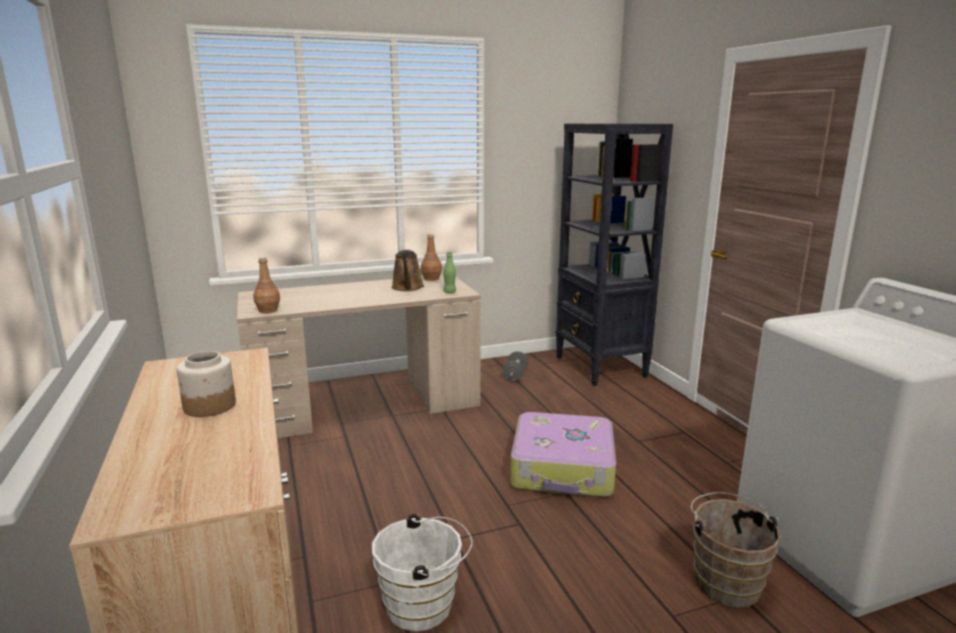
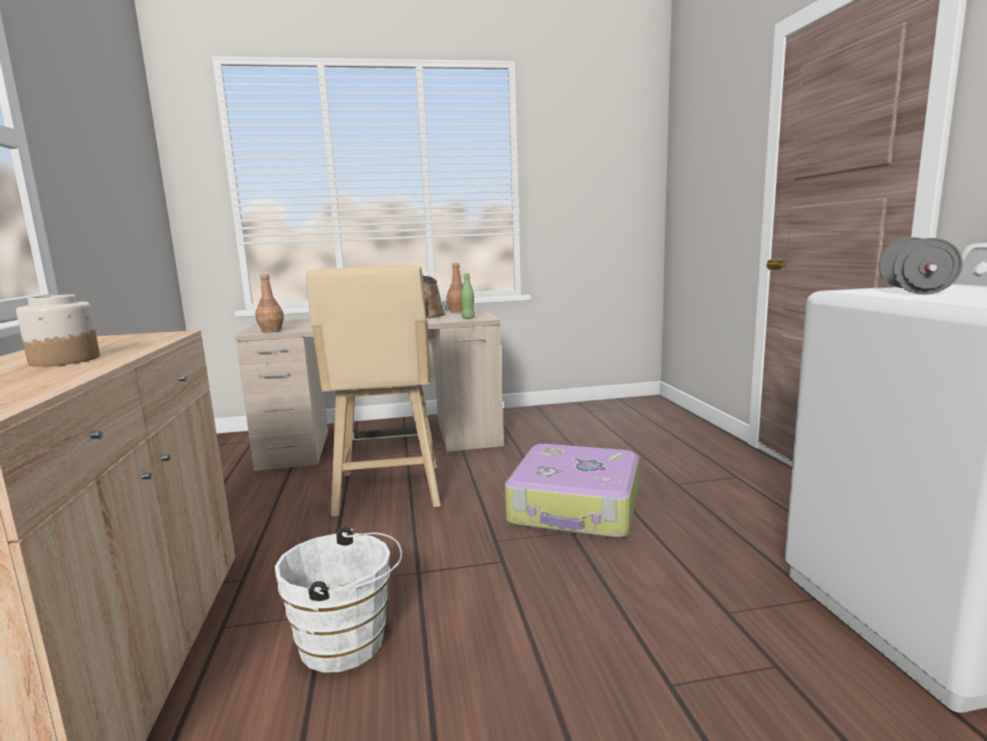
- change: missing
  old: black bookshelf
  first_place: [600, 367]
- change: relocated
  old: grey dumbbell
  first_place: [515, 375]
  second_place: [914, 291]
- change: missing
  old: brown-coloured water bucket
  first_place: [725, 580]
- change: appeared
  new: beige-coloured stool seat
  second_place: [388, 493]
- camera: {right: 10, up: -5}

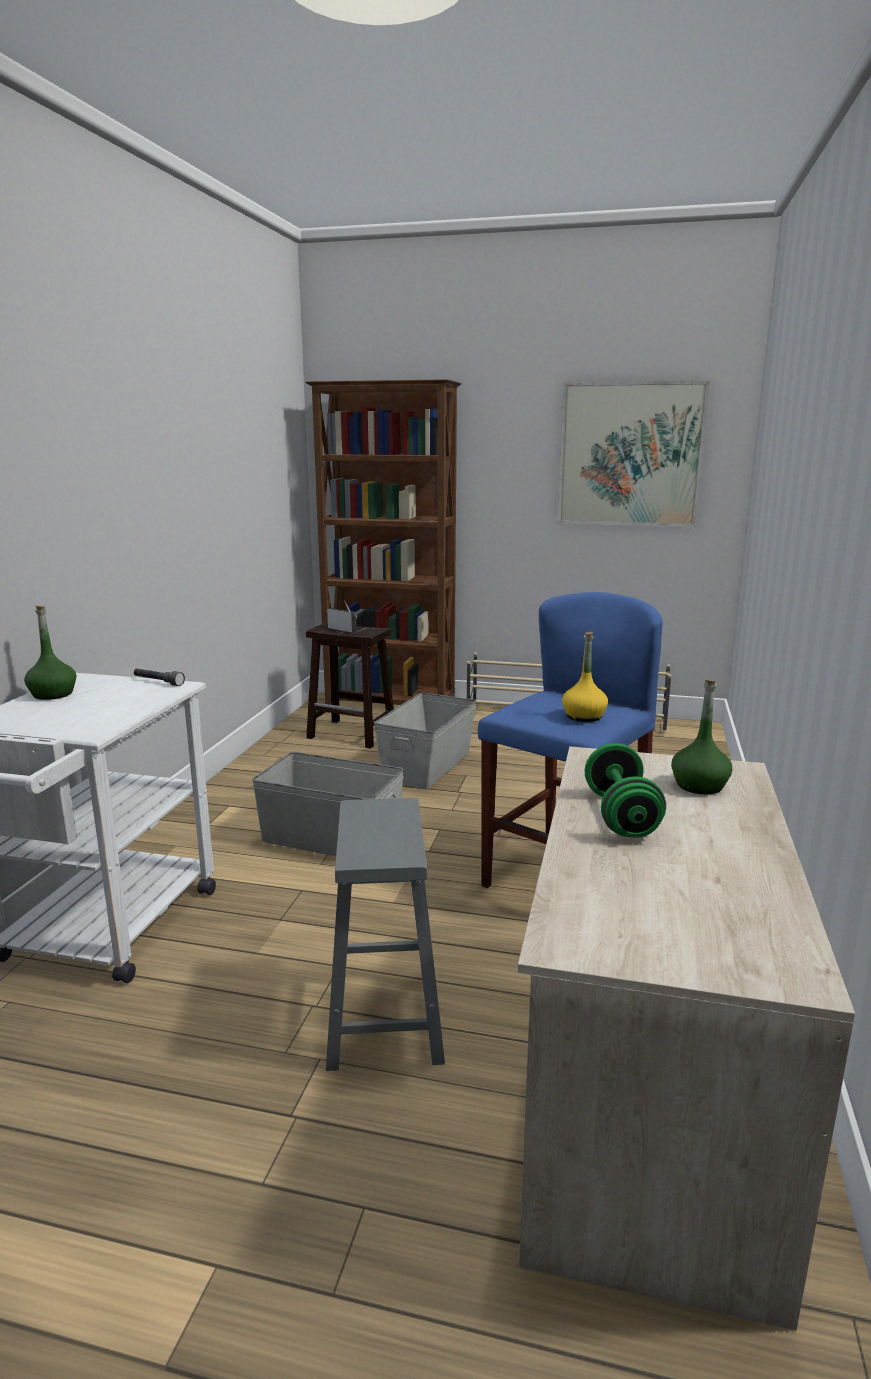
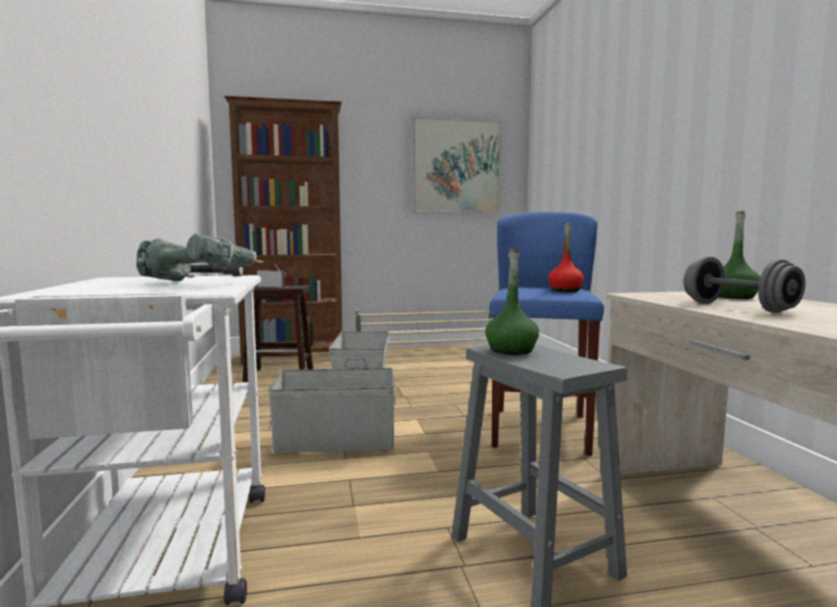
- change: relocated
  old: green bottle
  first_place: [53, 694]
  second_place: [511, 350]
- change: colour
  old: yellowish bottle
  new: red-coloured bottle
  first_place: [584, 716]
  second_place: [565, 290]
- change: colour
  old: green dumbbell
  new: grey dumbbell
  first_place: [621, 815]
  second_place: [738, 307]
- change: appeared
  new: power drill
  second_place: [201, 283]
- camera: {right: -25, up: -10}

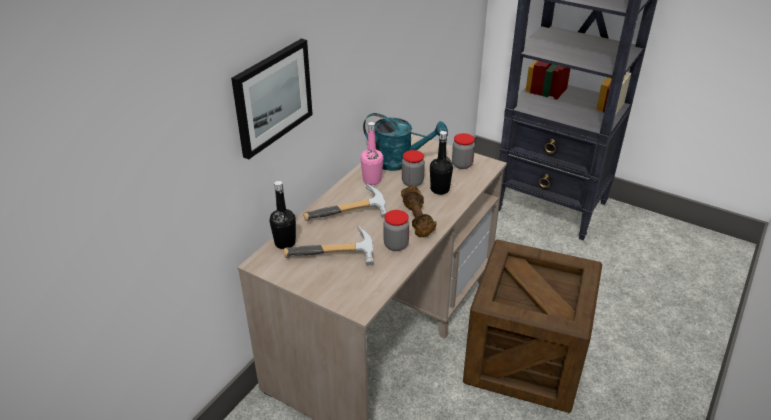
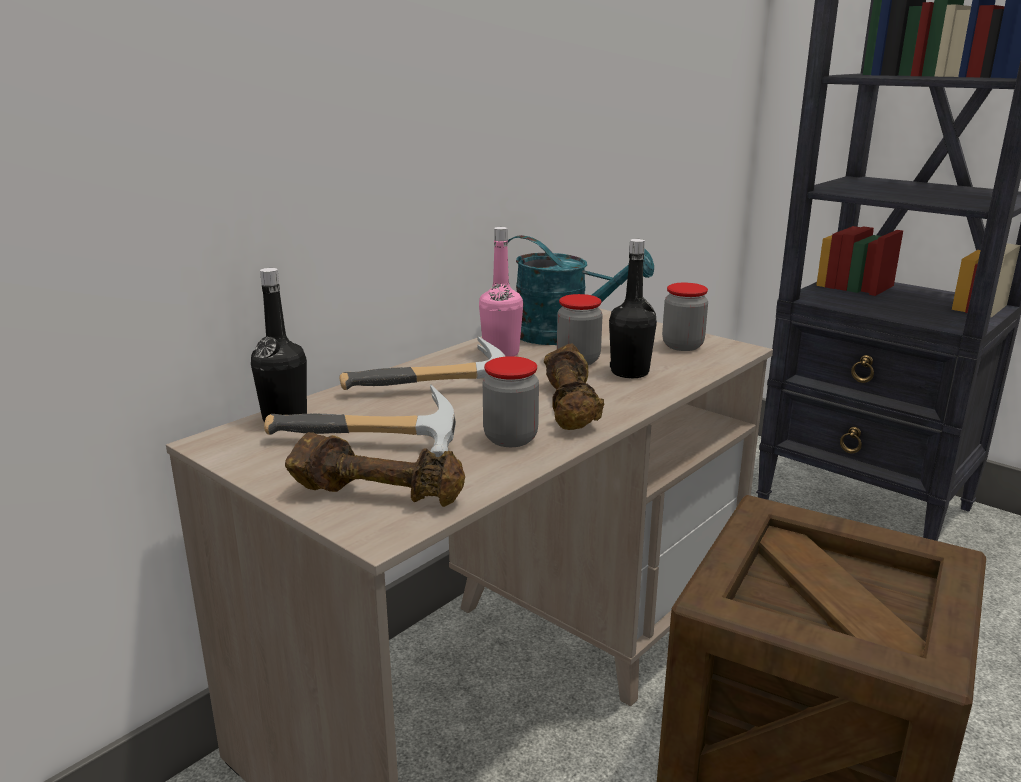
- change: missing
  old: wall picture
  first_place: [272, 97]
- change: appeared
  new: brown-coloured dumbbell
  second_place: [379, 494]
- camera: {right: 10, up: -15}

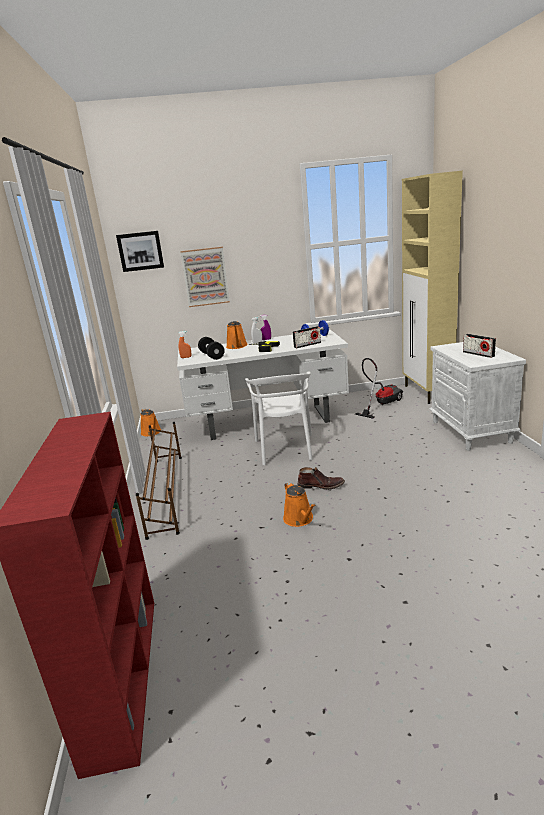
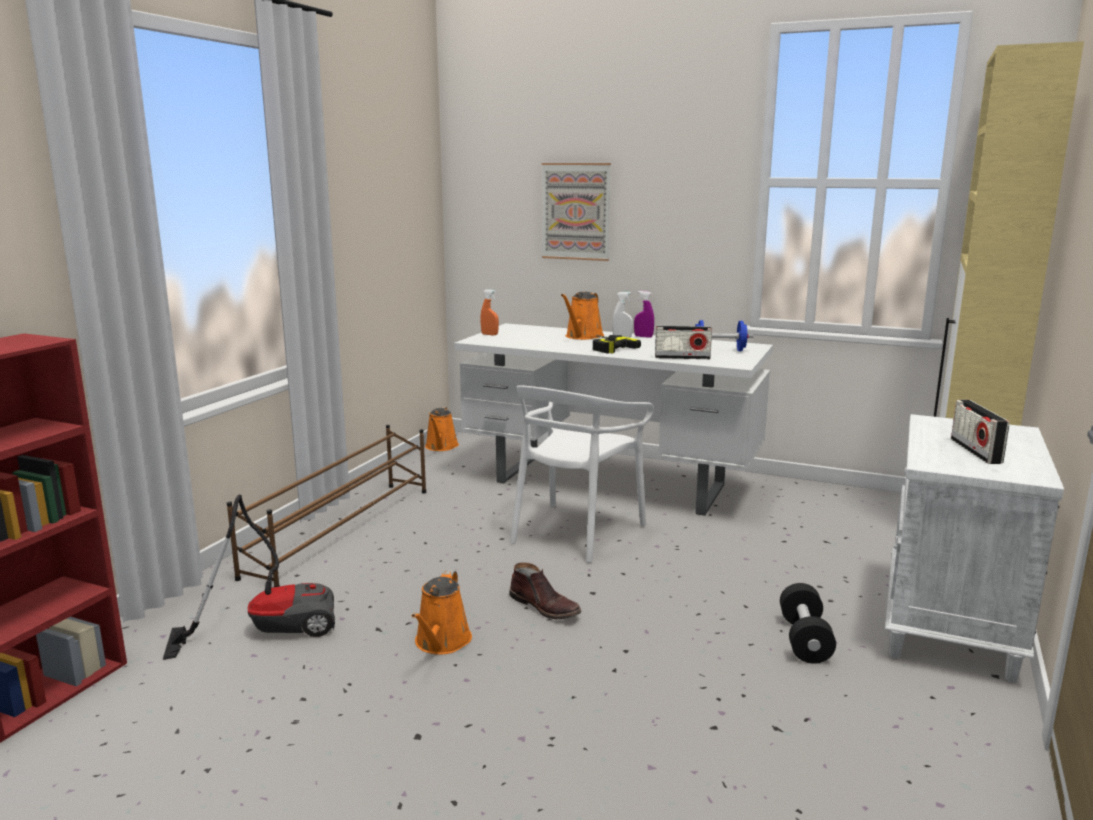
- change: missing
  old: wall picture
  first_place: [140, 251]
- change: relocated
  old: black dumbbell
  first_place: [212, 355]
  second_place: [804, 639]
- change: relocated
  old: hoover
  first_place: [381, 404]
  second_place: [270, 627]
- camera: {right: 30, up: -5}

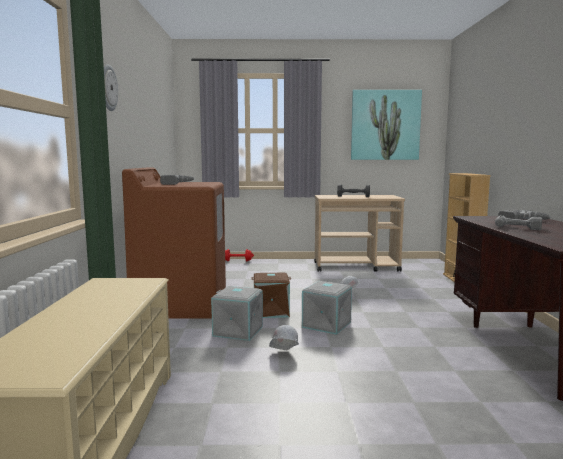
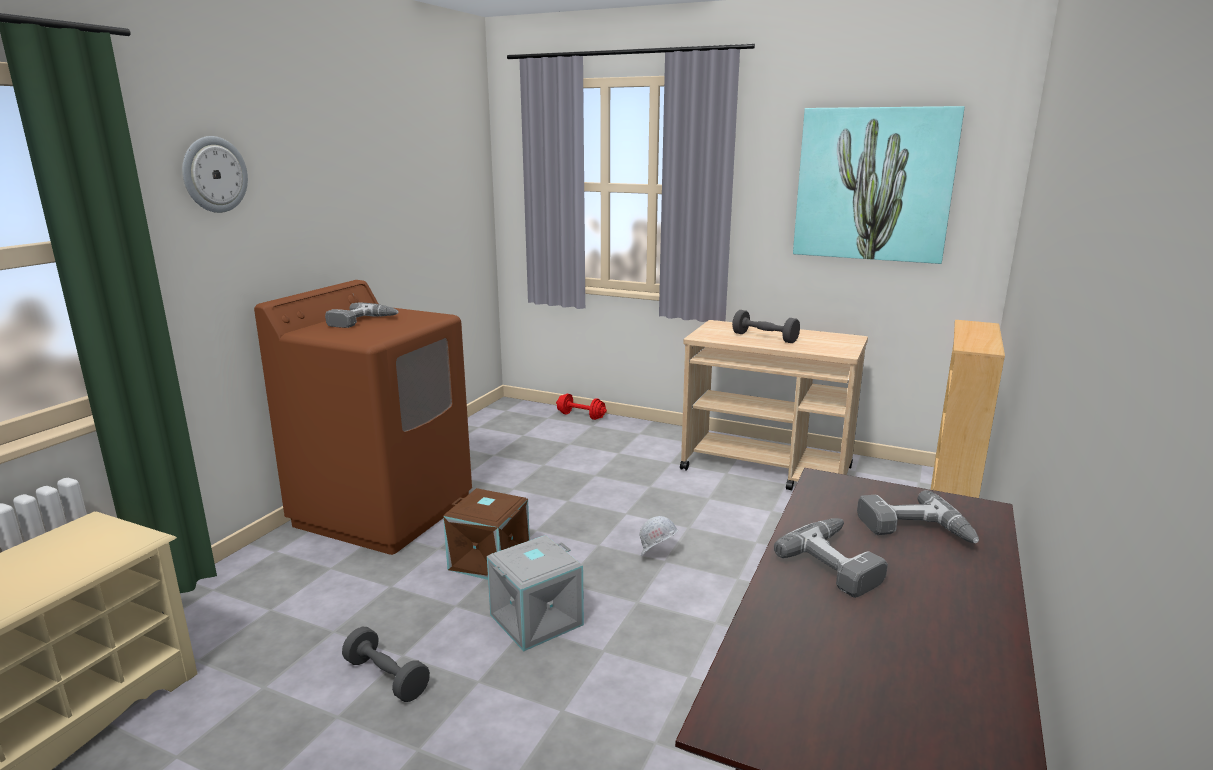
- change: missing
  old: grey storage box
  first_place: [237, 331]
- change: exchanged
  old: whitish work helmet
  new: grey dumbbell
  first_place: [283, 355]
  second_place: [386, 678]
- camera: {right: 25, up: 10}

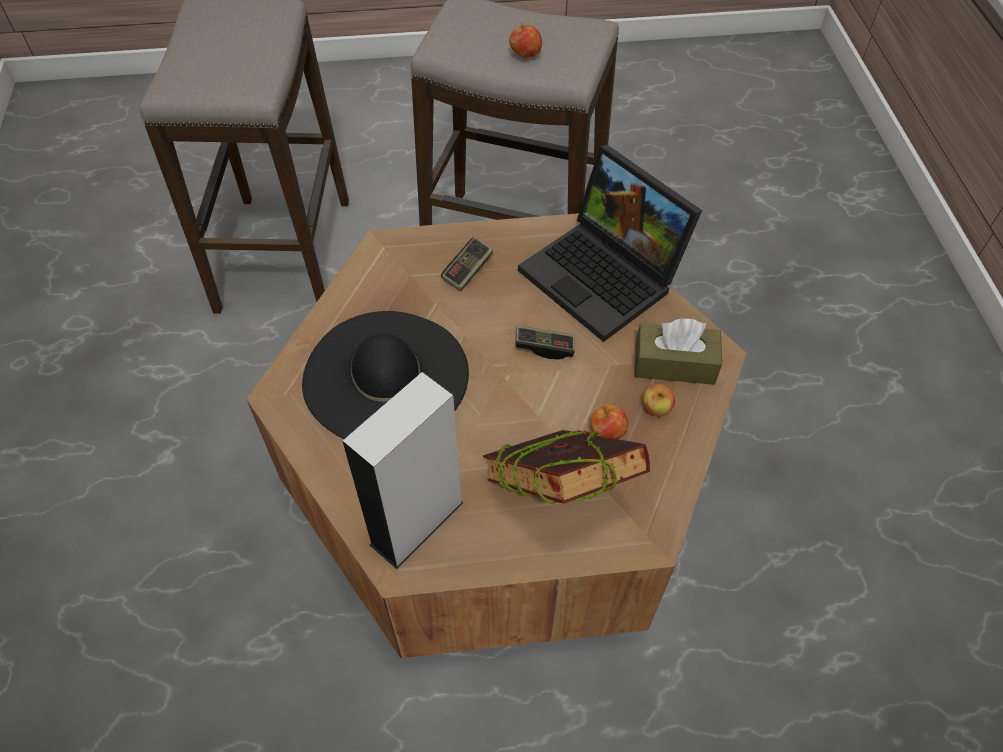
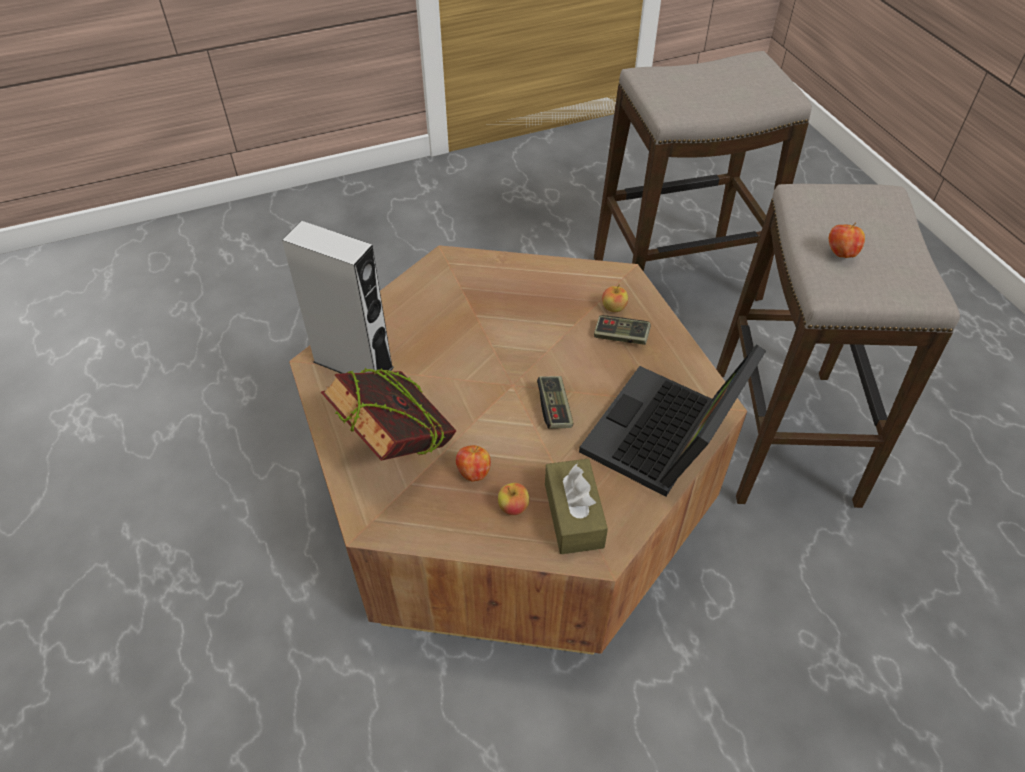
- change: missing
  old: black wearable hat
  first_place: [385, 376]
- change: appeared
  new: apple
  second_place: [613, 308]
- camera: {right: 75, up: -5}

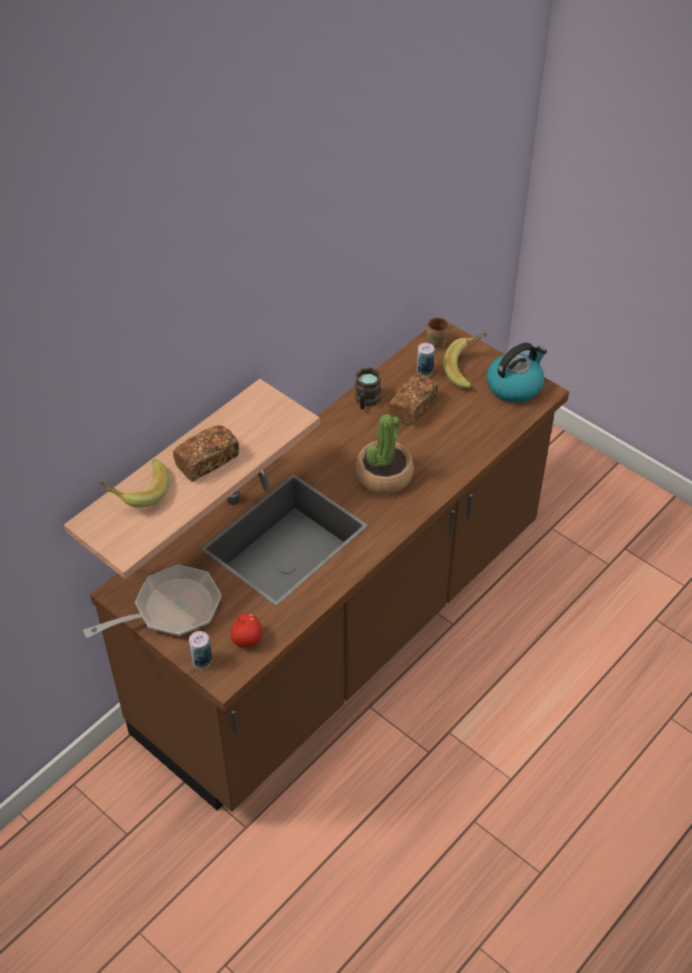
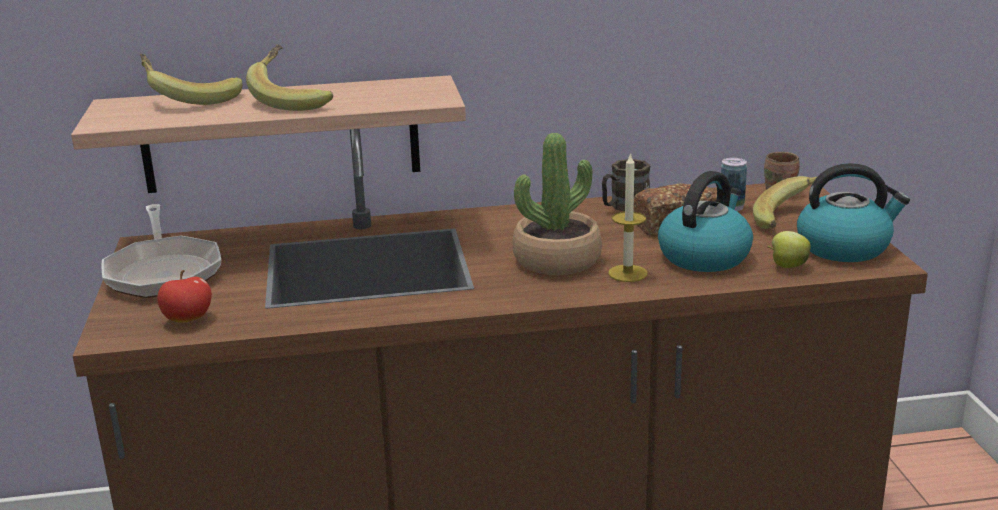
- change: exchanged
  old: bakery bread
  new: whole banana
  first_place: [207, 461]
  second_place: [294, 100]
- change: spun
  old: frying pan
  first_place: [171, 610]
  second_place: [163, 271]
  degrees: 60
- change: missing
  old: can
  first_place: [202, 661]
- change: appeared
  new: wax candle
  second_place: [627, 273]
- change: appeared
  new: water kettle
  second_place: [704, 256]
- change: appeared
  new: apple
  second_place: [787, 266]
- camera: {right: 40, up: -25}

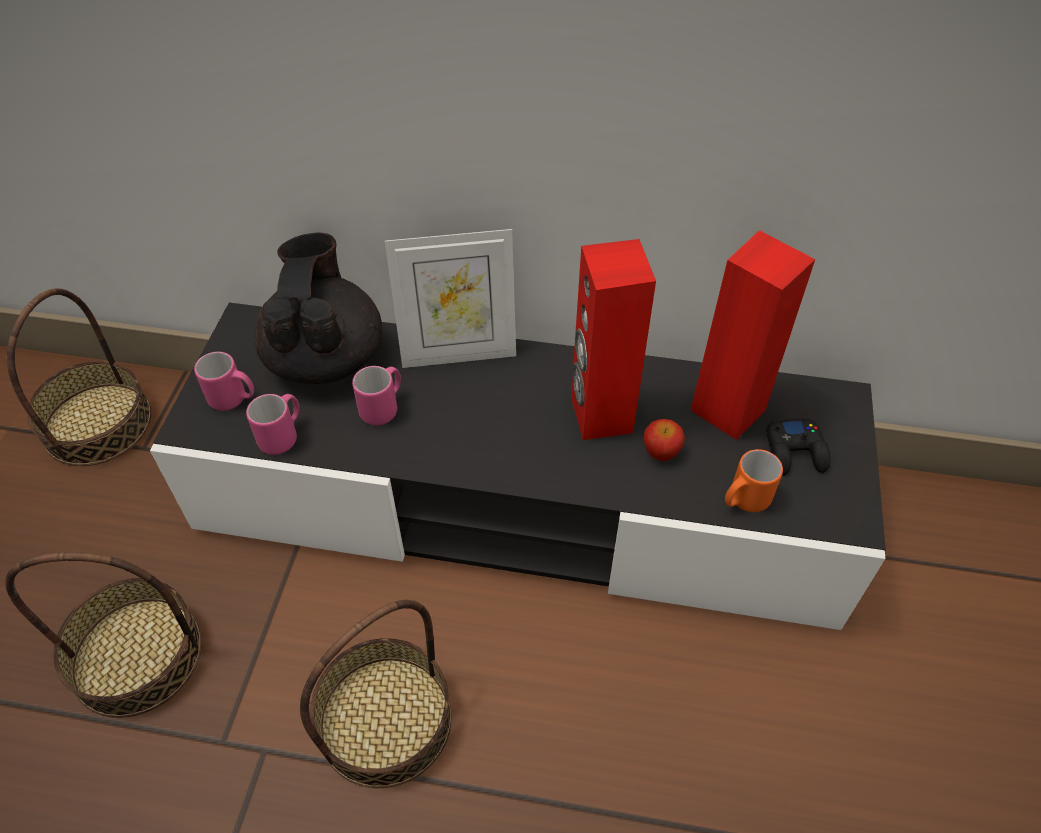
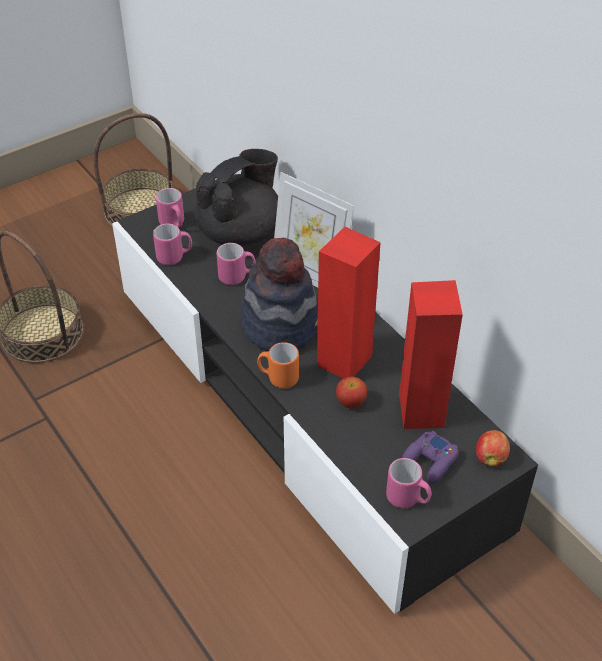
- change: colour
  old: black joypad
  new: purple joypad
  first_place: [795, 452]
  second_place: [430, 461]
- change: relocated
  old: orange coffee mug
  first_place: [744, 500]
  second_place: [278, 378]
- change: missing
  old: household basket
  first_place: [385, 719]
- change: appeared
  new: wearable hat
  second_place: [281, 324]
- change: appeared
  new: apple
  second_place: [490, 457]
- change: appeared
  new: pink coffee mug
  second_place: [408, 499]
- camera: {right: 45, up: -5}

